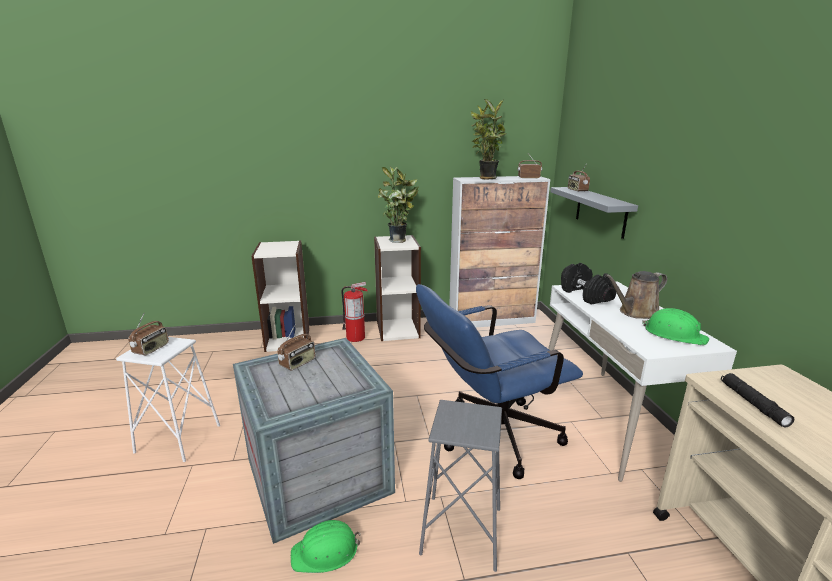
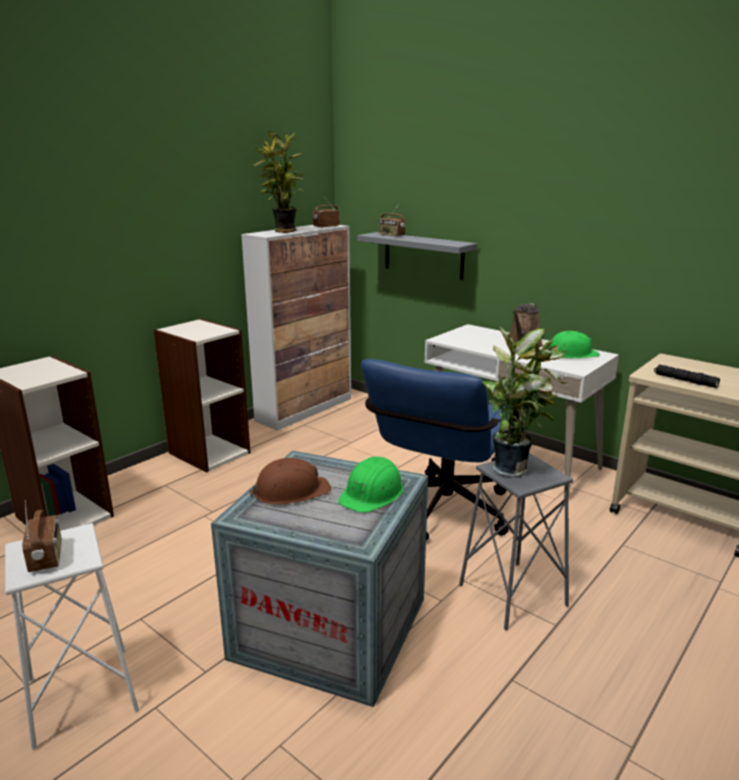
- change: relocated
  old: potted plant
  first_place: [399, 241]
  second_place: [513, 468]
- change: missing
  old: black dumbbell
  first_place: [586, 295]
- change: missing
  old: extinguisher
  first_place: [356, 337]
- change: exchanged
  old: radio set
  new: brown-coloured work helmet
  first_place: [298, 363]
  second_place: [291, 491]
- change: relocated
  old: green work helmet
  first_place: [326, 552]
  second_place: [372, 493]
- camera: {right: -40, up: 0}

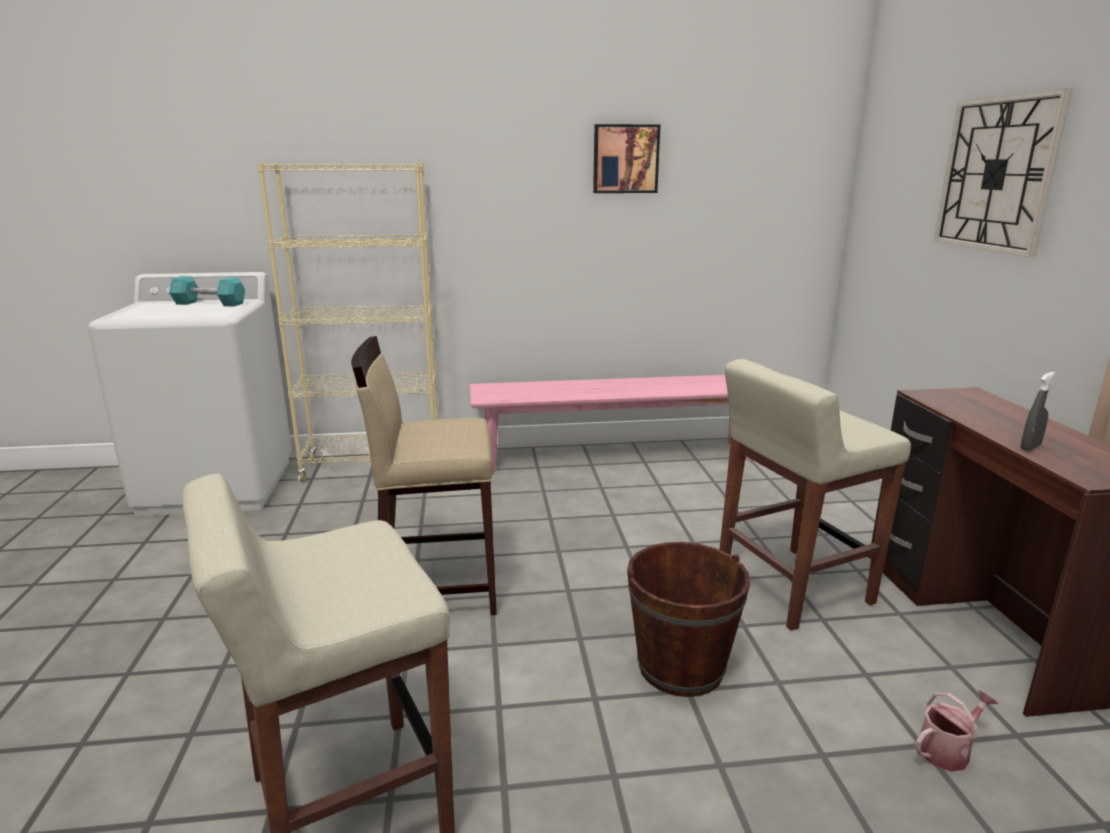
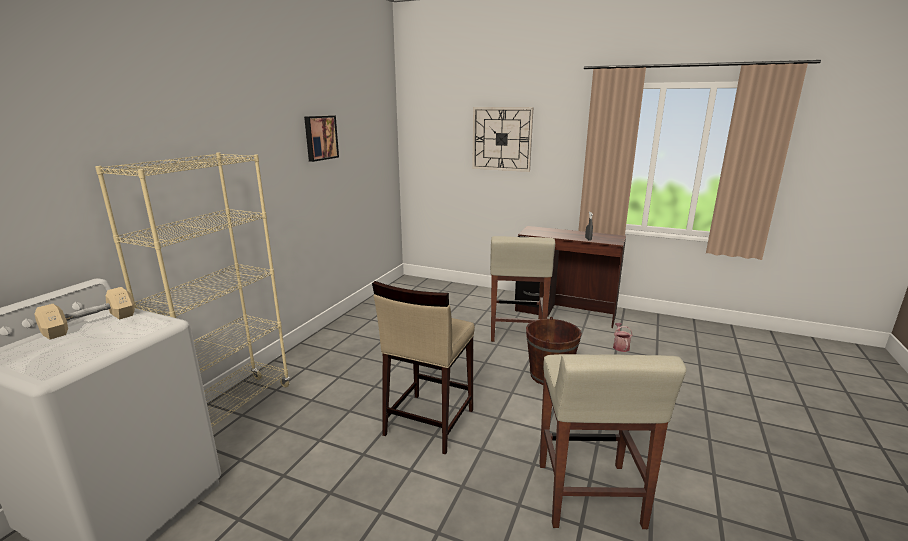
- change: colour
  old: blue-green dumbbell
  new: beige-coloured dumbbell
  first_place: [209, 304]
  second_place: [91, 324]
- change: missing
  old: pink long seat
  first_place: [617, 457]
- camera: {right: -60, up: 0}

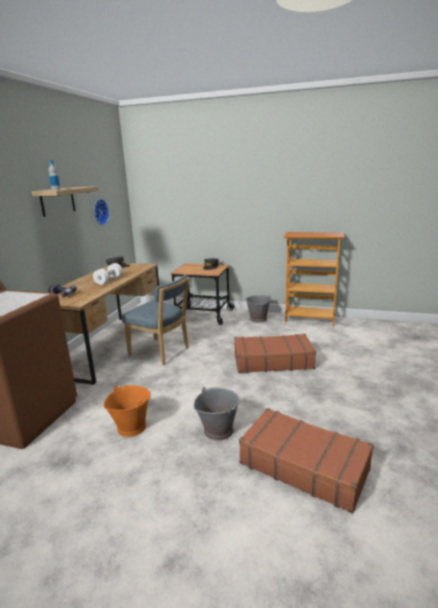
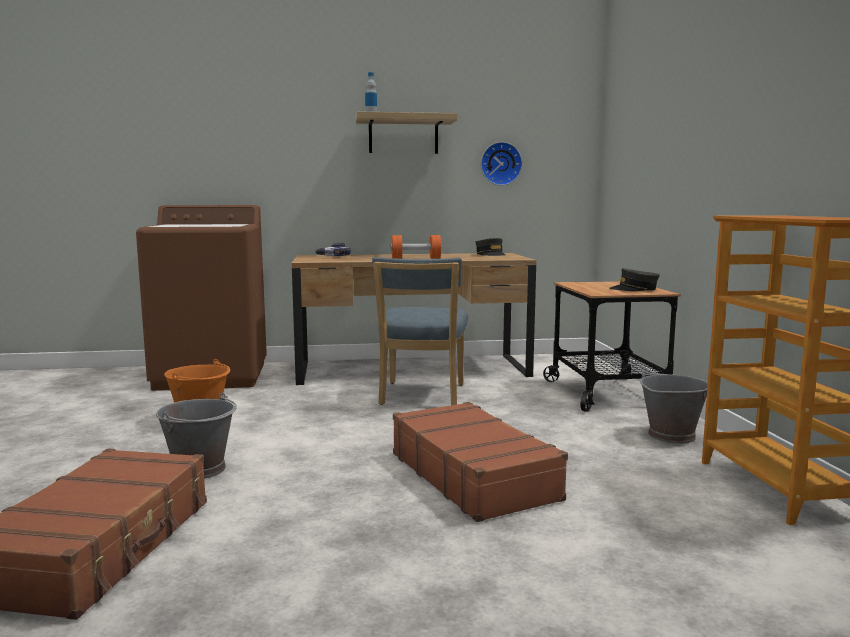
- change: colour
  old: whitish dumbbell
  new: orange dumbbell
  first_place: [109, 280]
  second_place: [416, 258]
- camera: {right: 65, up: -10}

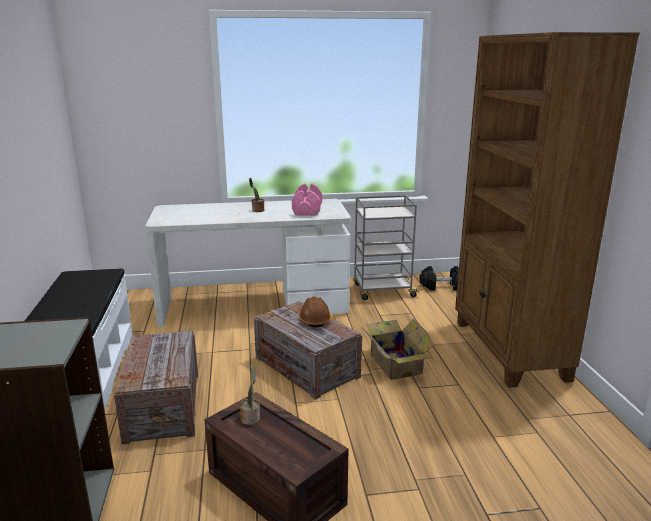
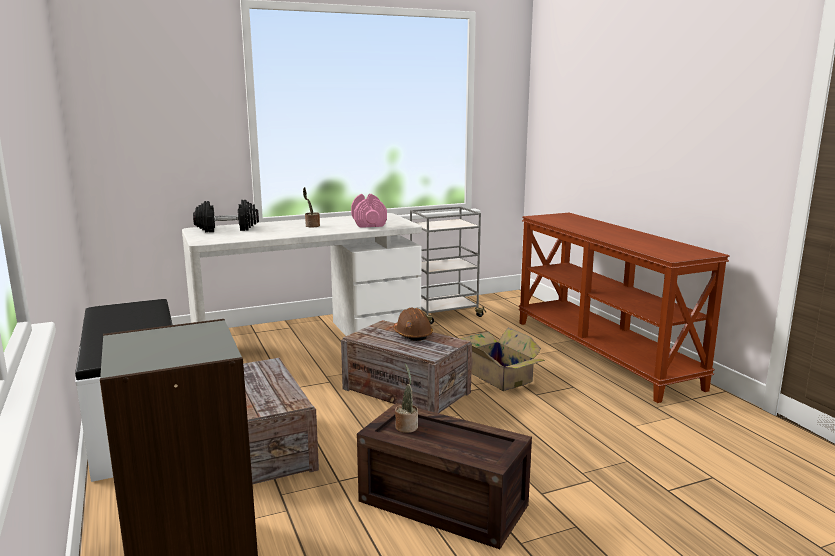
- change: exchanged
  old: brown-coloured bookshelf
  new: brown-coloured narrow table
  first_place: [508, 350]
  second_place: [603, 353]
- change: relocated
  old: black dumbbell
  first_place: [442, 286]
  second_place: [227, 229]
- camera: {right: -15, up: -5}

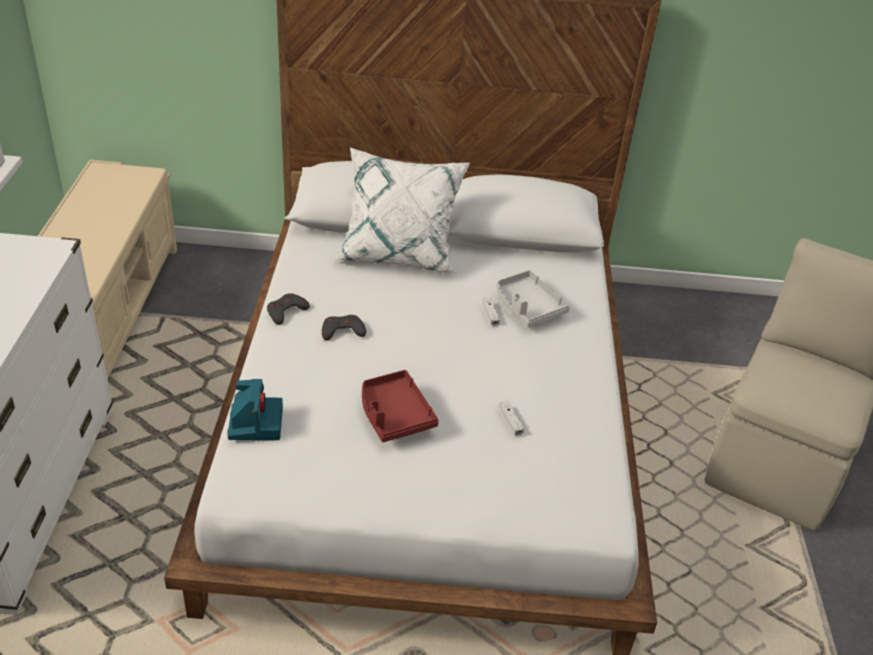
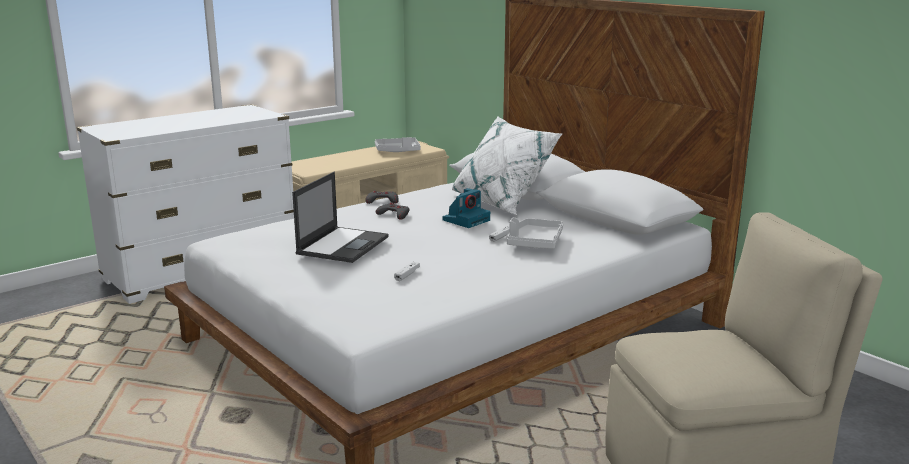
- change: exchanged
  old: red-coloured carrying tray
  new: laptop
  first_place: [394, 414]
  second_place: [343, 245]
- change: relocated
  old: photo camera
  first_place: [255, 422]
  second_place: [466, 220]
- change: appeared
  new: grey carrying tray
  second_place: [398, 151]
- camera: {right: 50, up: -20}

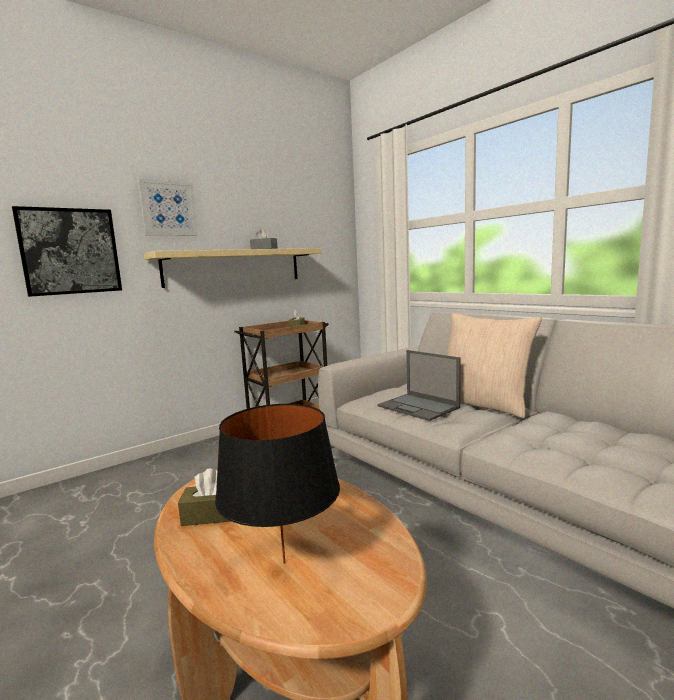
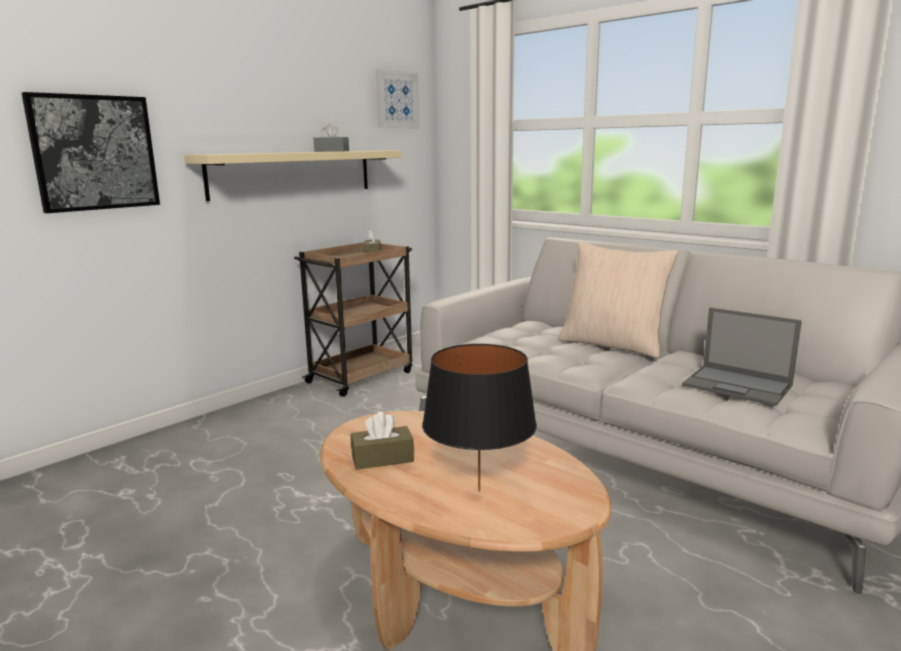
- change: relocated
  old: wall picture
  first_place: [168, 208]
  second_place: [396, 100]
- change: relocated
  old: laptop
  first_place: [419, 407]
  second_place: [738, 385]
- camera: {right: -10, up: 5}

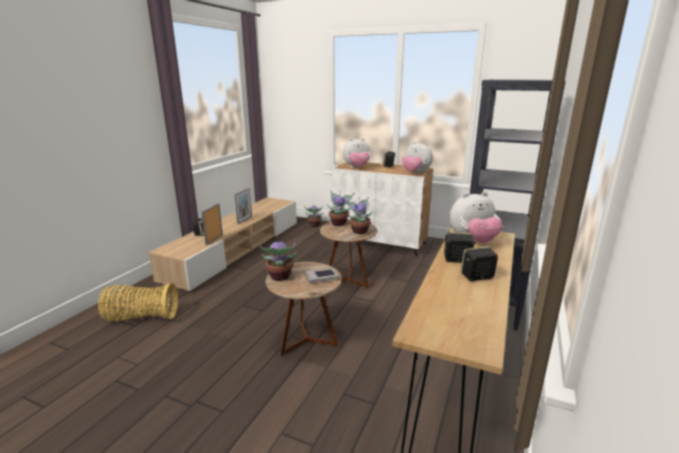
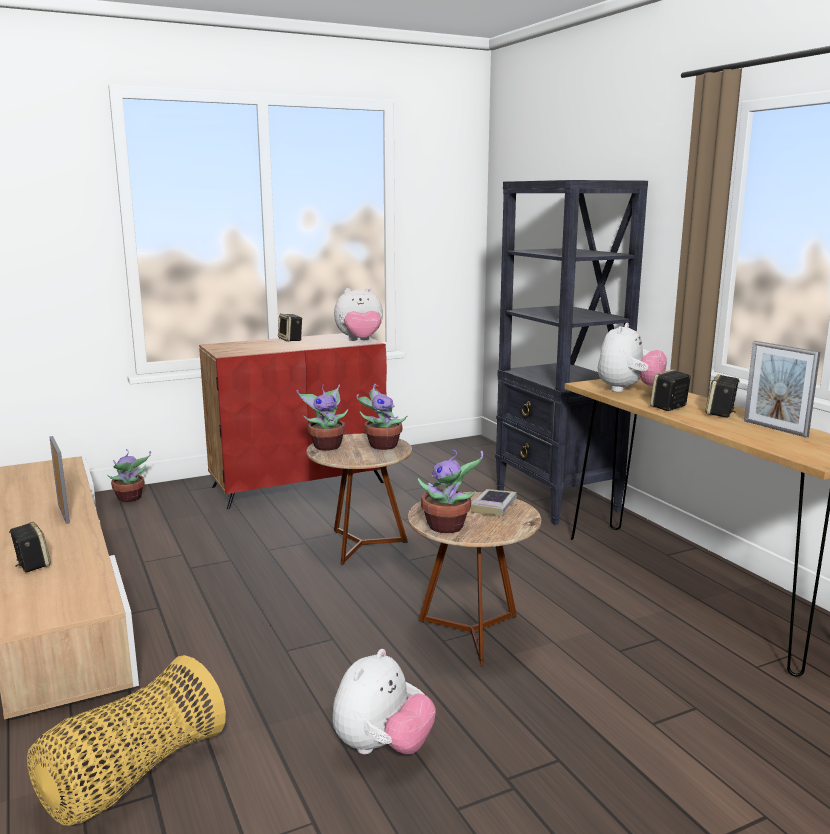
- change: relocated
  old: plush toy
  first_place: [357, 168]
  second_place: [382, 748]
- change: colour
  old: whitish cupboard
  new: red-coloured cupboard
  first_place: [380, 243]
  second_place: [299, 484]
- change: relocated
  old: standing frame
  first_place: [214, 239]
  second_place: [775, 428]
- camera: {right: -50, up: -5}

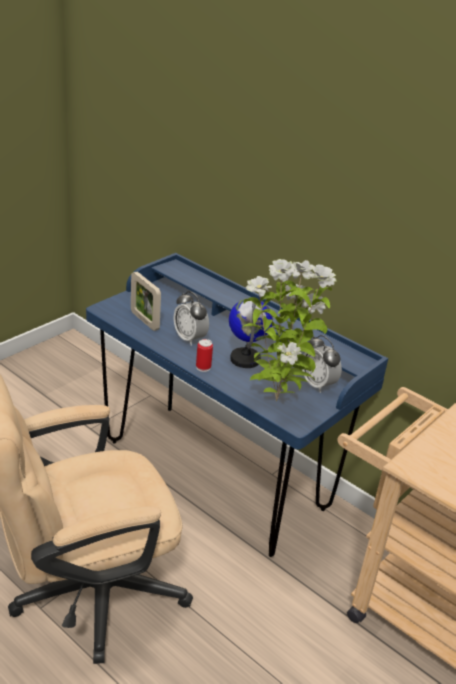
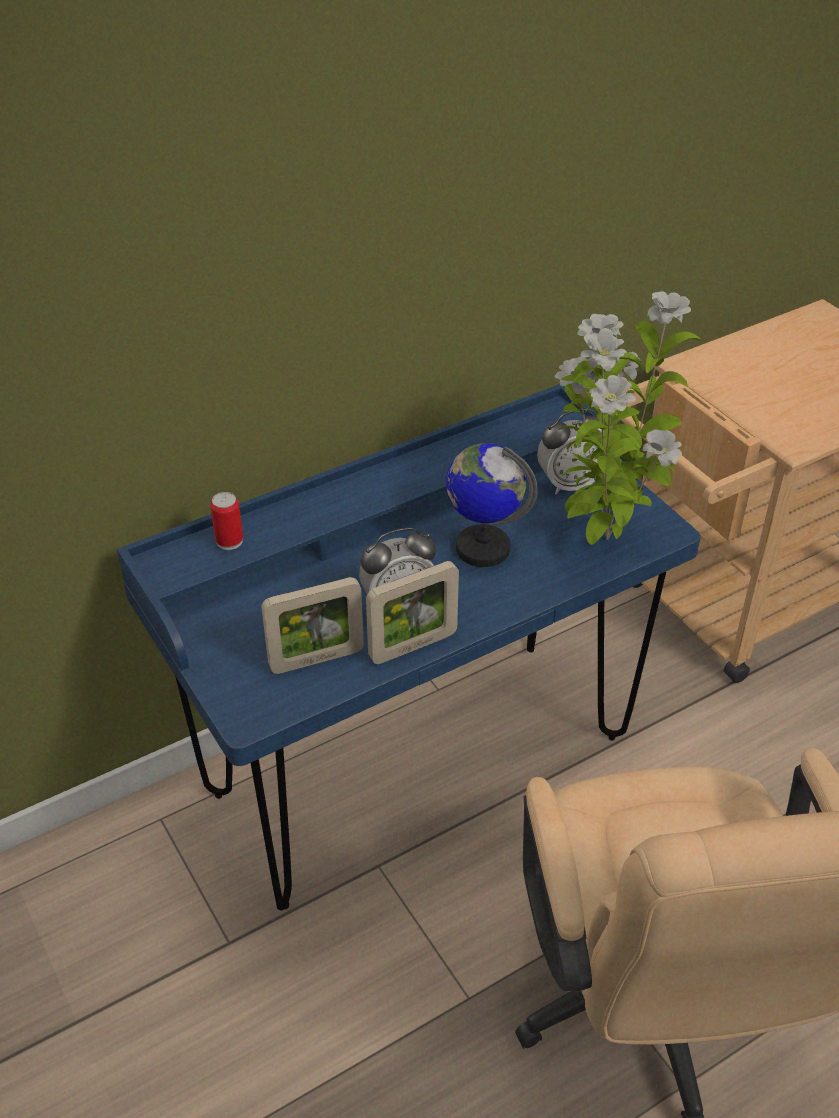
- change: relocated
  old: can
  first_place: [203, 367]
  second_place: [229, 541]
- change: appeared
  new: standing frame
  second_place: [413, 646]
- camera: {right: -70, up: 10}

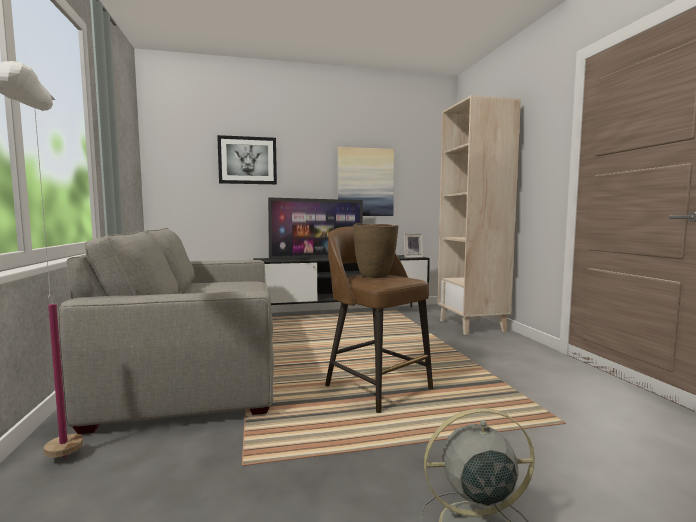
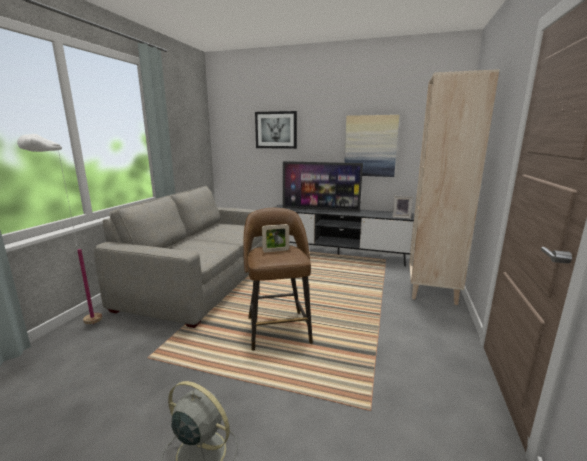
- change: exchanged
  old: brown-coloured flower vase
  new: standing frame
  first_place: [375, 276]
  second_place: [276, 251]
- camera: {right: 30, up: 10}

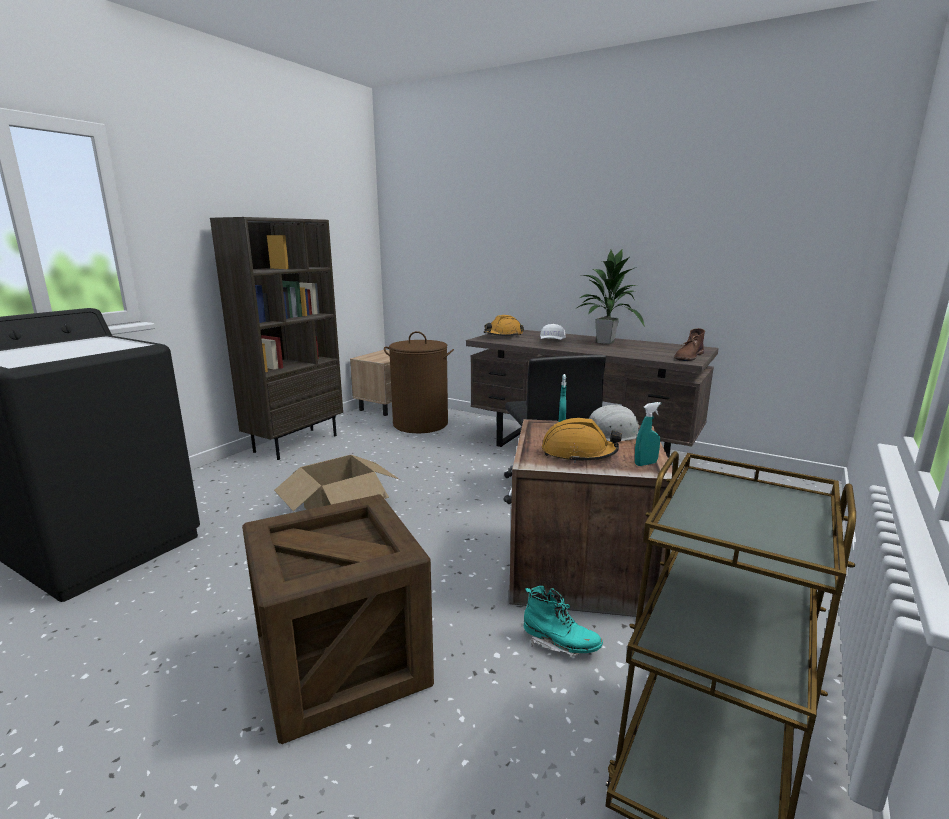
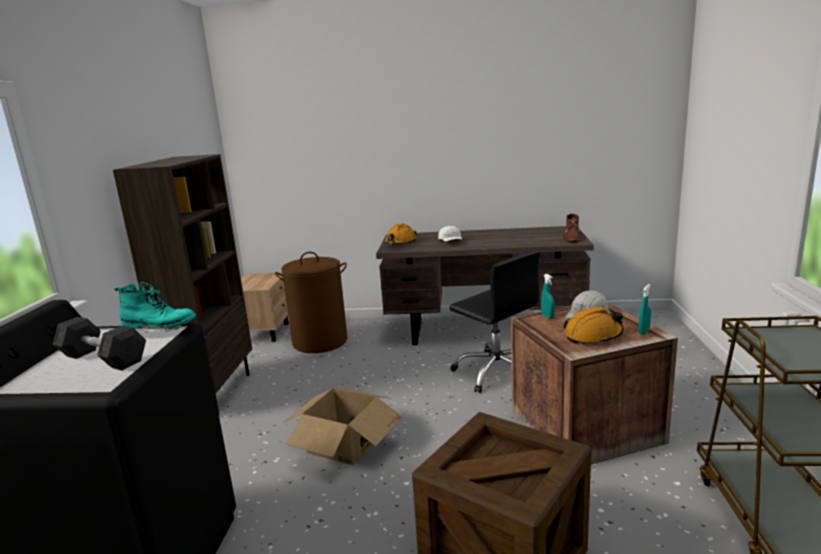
- change: missing
  old: potted plant
  first_place: [604, 342]
- change: relocated
  old: blue-green high-top boot
  first_place: [560, 644]
  second_place: [160, 331]
- change: appeared
  new: grey dumbbell
  second_place: [103, 358]
- camera: {right: -25, up: 0}

